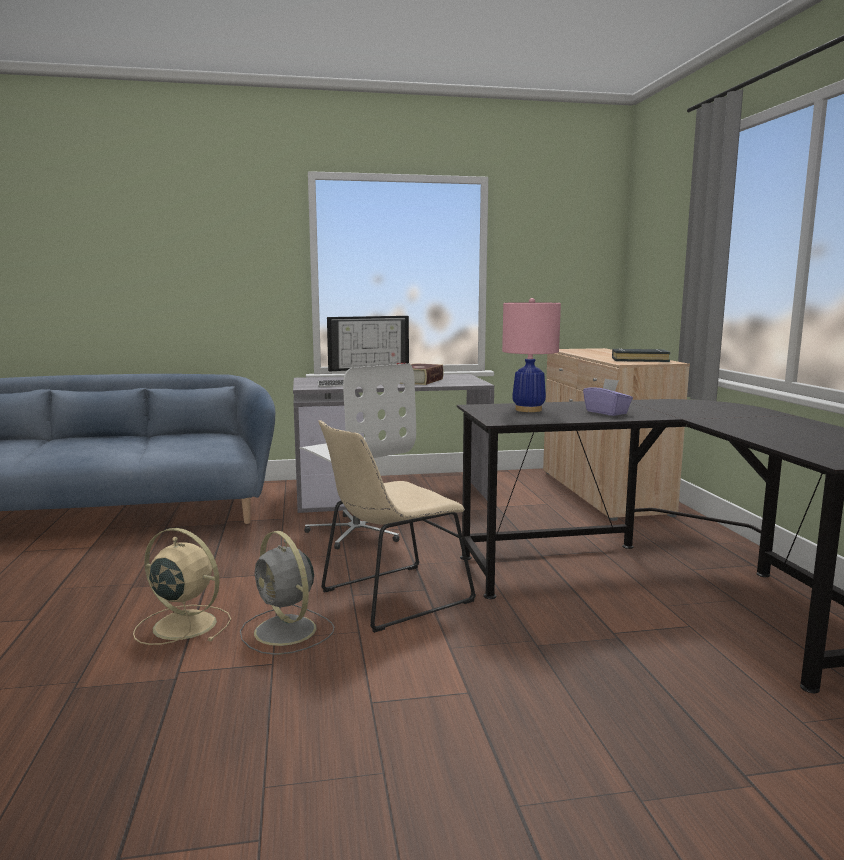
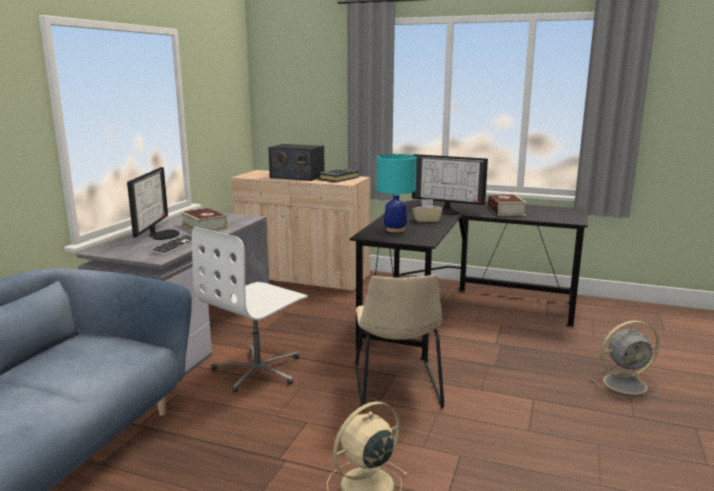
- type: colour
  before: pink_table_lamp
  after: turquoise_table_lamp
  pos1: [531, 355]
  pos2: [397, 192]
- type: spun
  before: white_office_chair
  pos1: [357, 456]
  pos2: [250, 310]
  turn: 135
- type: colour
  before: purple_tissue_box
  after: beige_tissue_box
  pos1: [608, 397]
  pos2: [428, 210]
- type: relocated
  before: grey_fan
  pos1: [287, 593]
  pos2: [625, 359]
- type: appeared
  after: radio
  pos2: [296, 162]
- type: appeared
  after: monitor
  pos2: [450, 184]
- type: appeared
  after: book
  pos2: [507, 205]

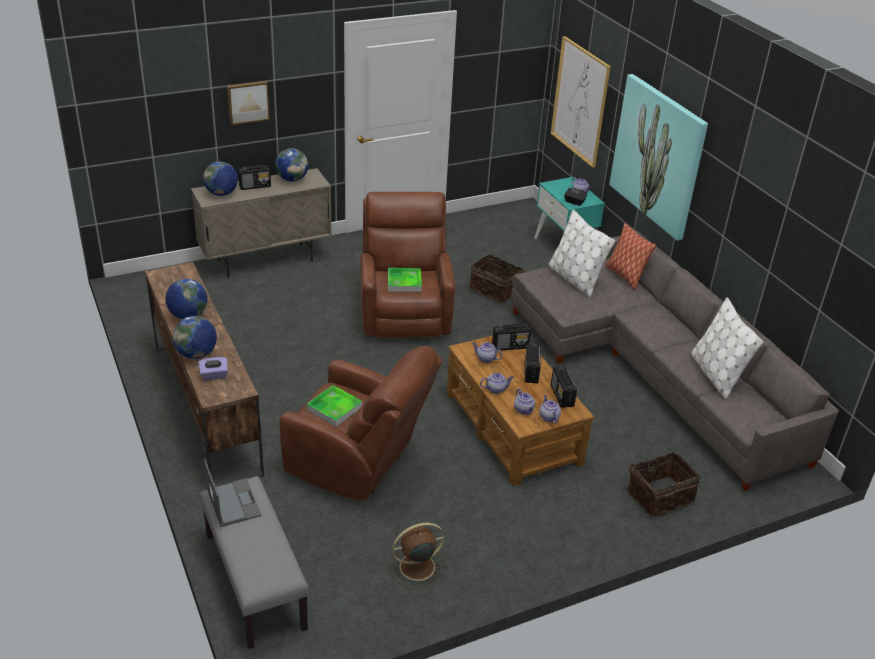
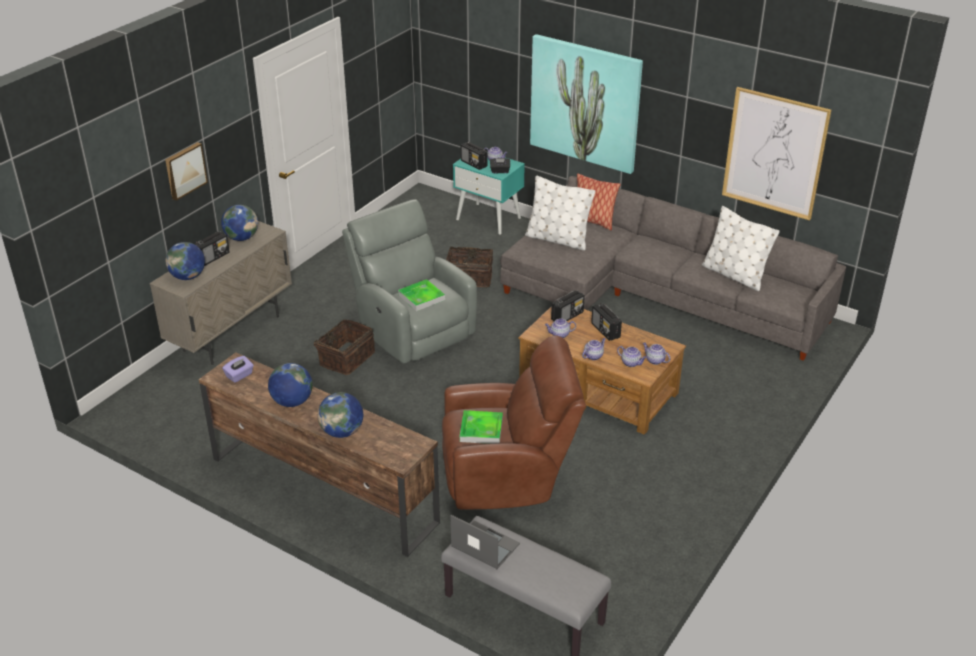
- type: relocated
  before: picture
  pos1: [581, 102]
  pos2: [776, 153]
- type: colour
  before: brown_armchair
  after: grey_armchair
  pos1: [407, 265]
  pos2: [409, 281]
- type: relocated
  before: purple_tissue_box
  pos1: [213, 368]
  pos2: [238, 369]
- type: relocated
  before: radio
  pos1: [564, 387]
  pos2: [474, 156]
- type: relocated
  before: basket
  pos1: [663, 484]
  pos2: [344, 347]
- type: missing
  before: brown_fan
  pos1: [418, 556]

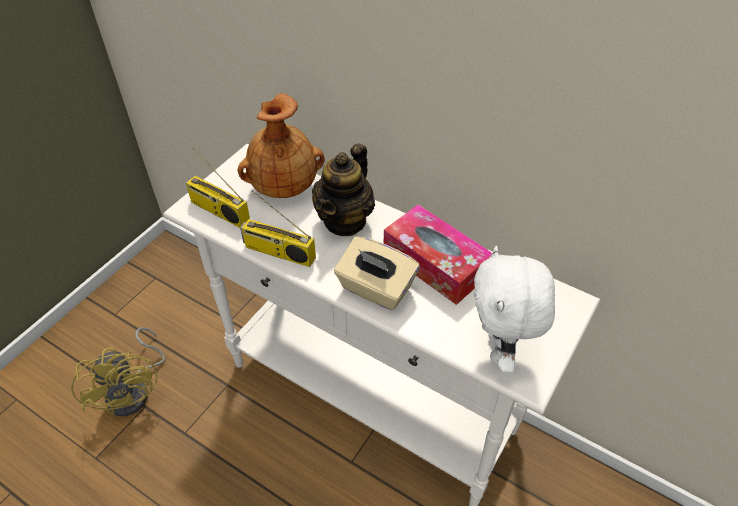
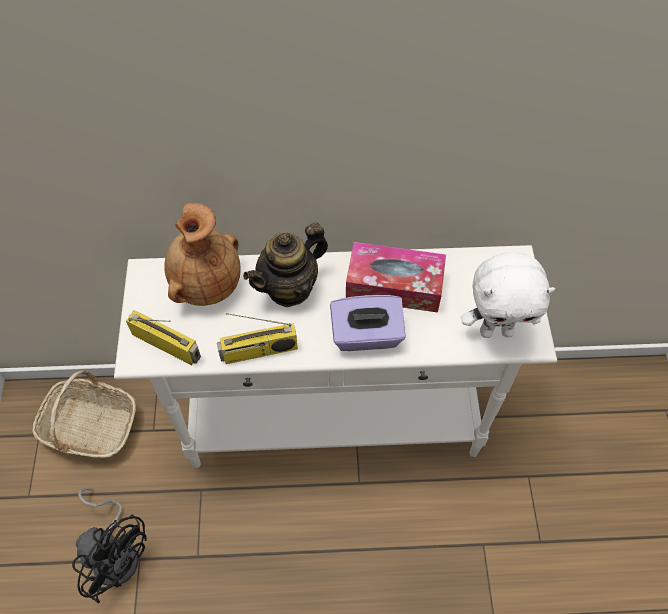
- type: spun
  before: teapot
  pos1: [343, 189]
  pos2: [285, 265]
  turn: 60
- type: spun
  before: radio
  pos1: [218, 188]
  pos2: [163, 337]
  turn: -150
- type: colour
  before: beige_tissue_box
  after: purple_tissue_box
  pos1: [377, 273]
  pos2: [368, 323]
- type: spun
  before: white_plush_toy
  pos1: [514, 309]
  pos2: [508, 295]
  turn: -60
- type: colour
  before: yellow_fan
  after: black_fan
  pos1: [118, 371]
  pos2: [109, 545]
- type: appeared
  after: basket
  pos2: [84, 414]

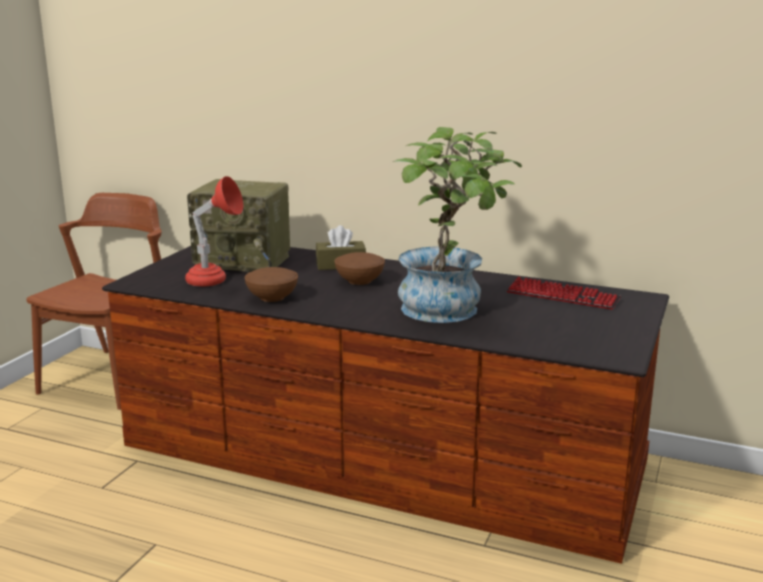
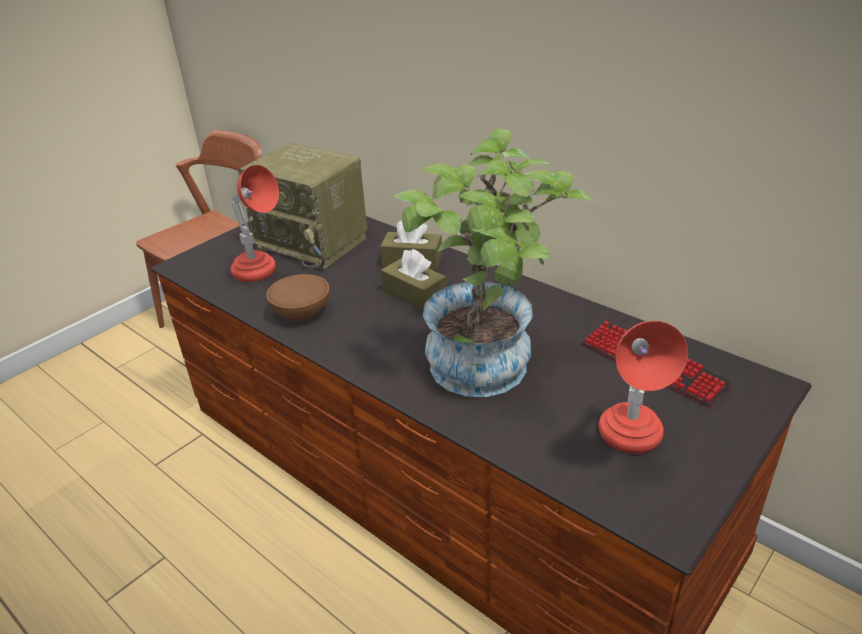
- type: exchanged
  before: brown_bowl
  after: brown_tissue_box
  pos1: [360, 268]
  pos2: [414, 280]
- type: appeared
  after: red_table_lamp
  pos2: [643, 387]

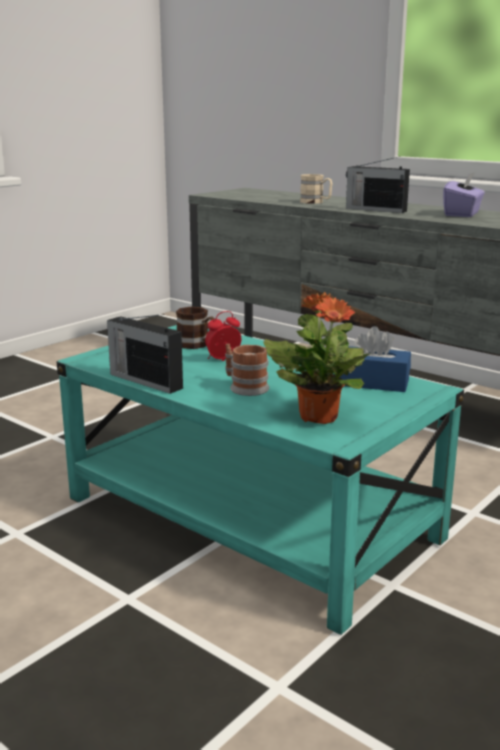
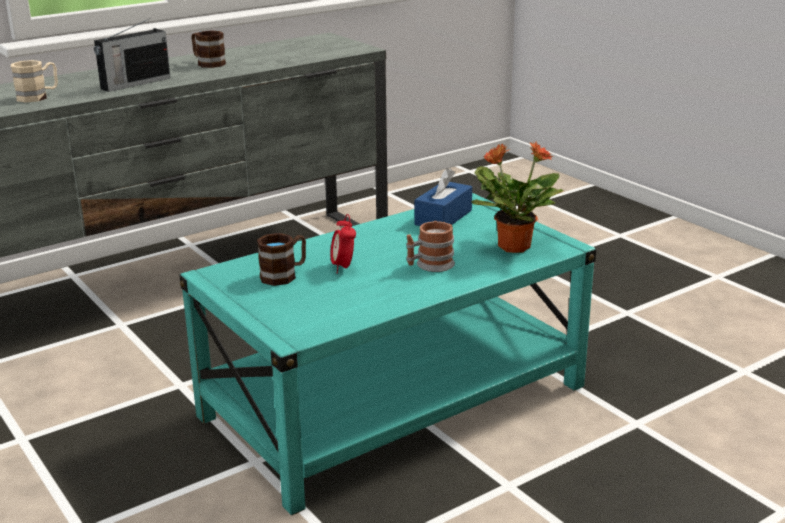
- type: exchanged
  before: purple_tissue_box
  after: brown_mug
  pos1: [464, 194]
  pos2: [208, 49]
- type: missing
  before: radio
  pos1: [145, 354]

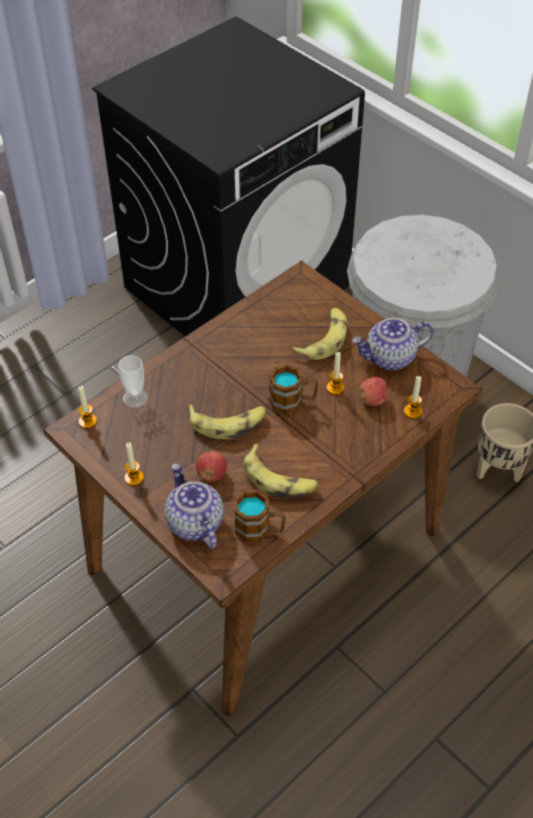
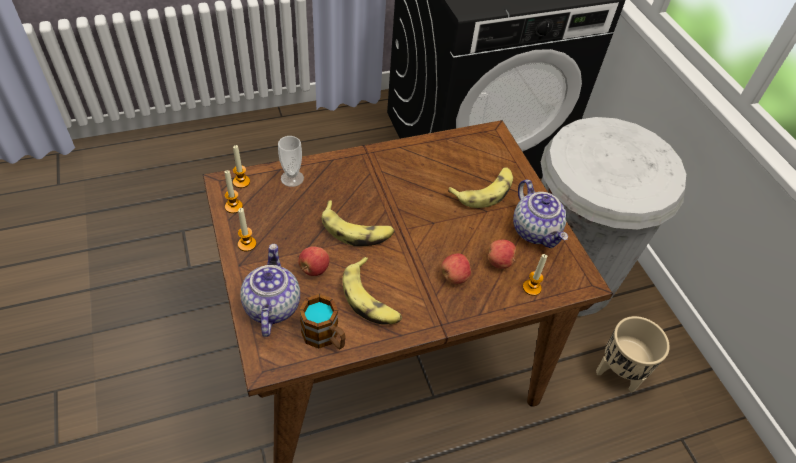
- type: spun
  before: teapot
  pos1: [392, 344]
  pos2: [540, 214]
  turn: -120
- type: relocated
  before: candle
  pos1: [335, 373]
  pos2: [234, 191]
- type: missing
  before: mug
  pos1: [293, 389]
- type: appeared
  after: apple
  pos2: [456, 268]

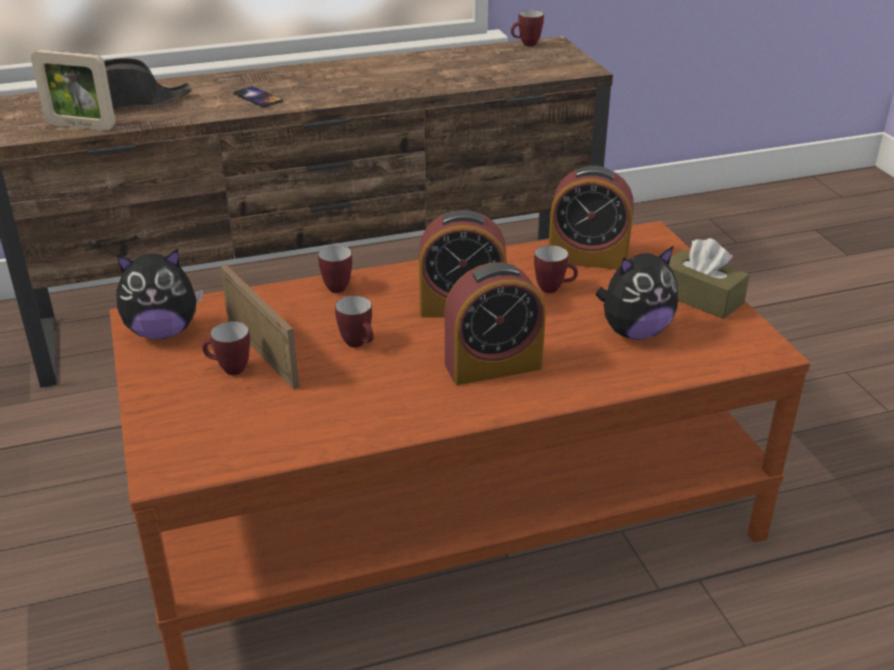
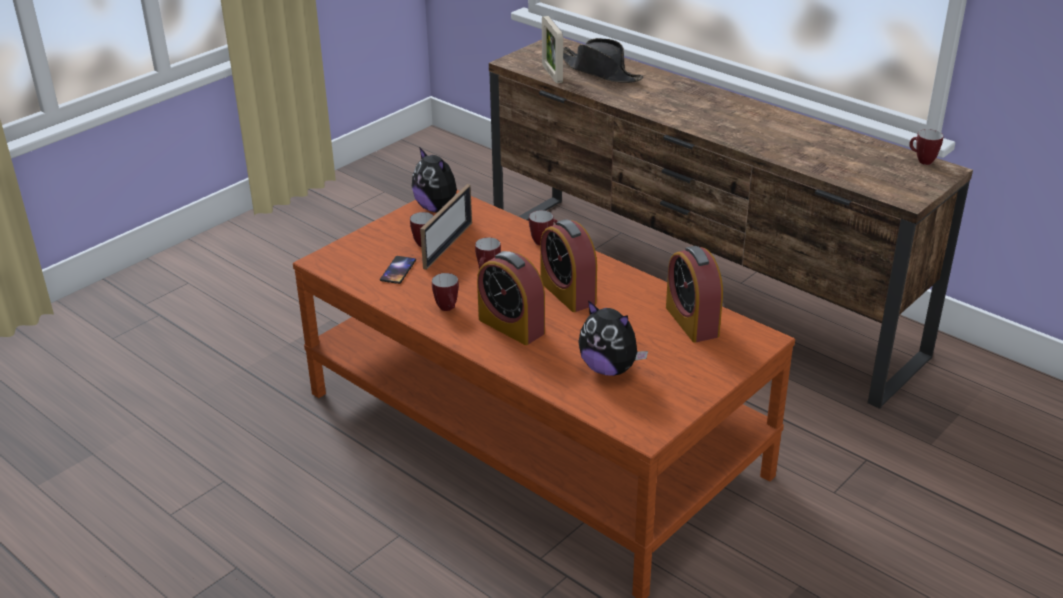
- type: relocated
  before: phone
  pos1: [258, 97]
  pos2: [398, 270]
- type: missing
  before: brown_tissue_box
  pos1: [709, 278]
- type: relocated
  before: mug
  pos1: [556, 269]
  pos2: [445, 292]

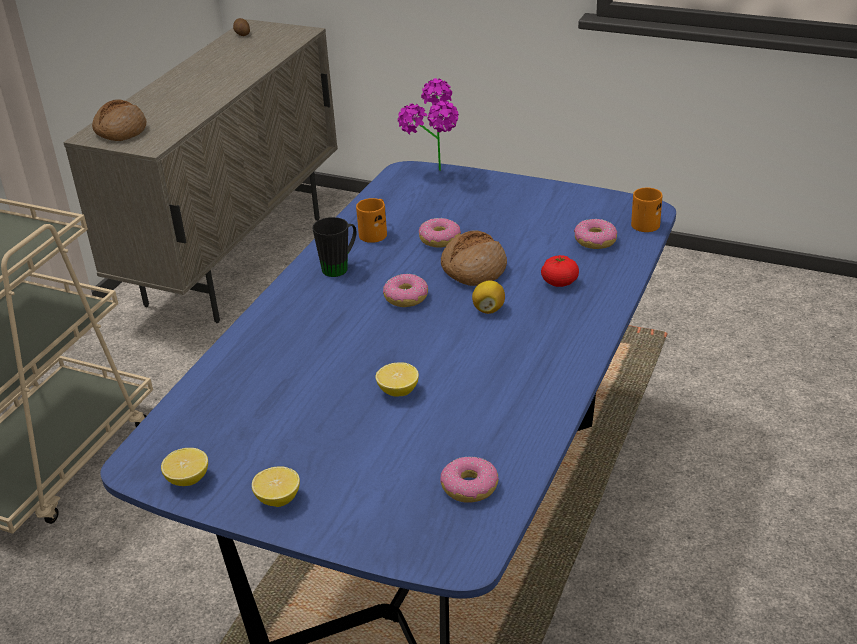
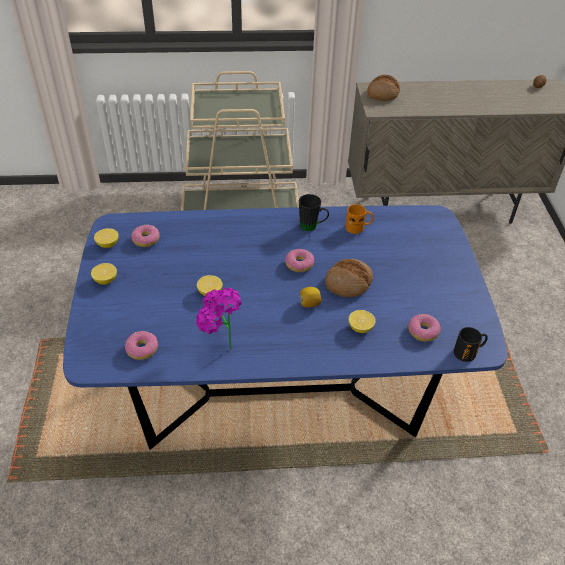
- type: relocated
  before: potted_plant
  pos1: [428, 124]
  pos2: [218, 318]
- type: colour
  before: orange_mug
  after: black_mug
  pos1: [646, 209]
  pos2: [471, 344]
- type: relocated
  before: donut
  pos1: [440, 233]
  pos2: [145, 235]
- type: exchanged
  before: tomato
  after: lemon
  pos1: [560, 271]
  pos2: [362, 321]

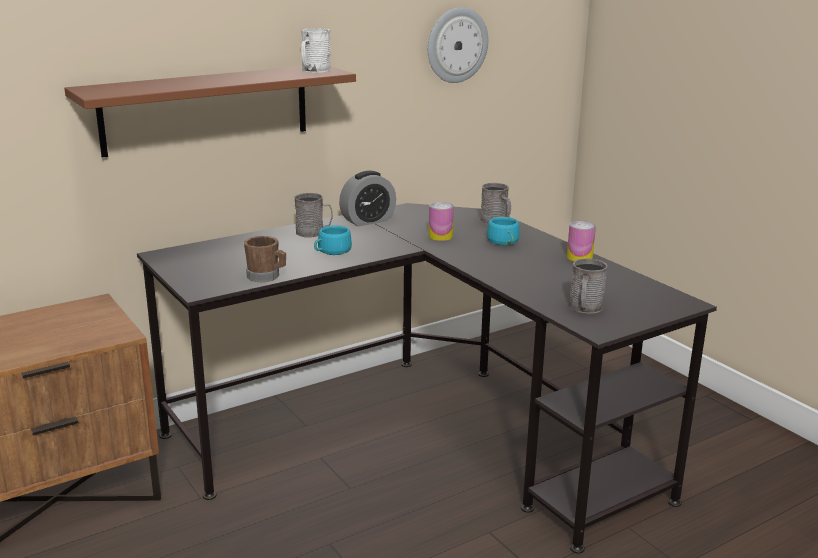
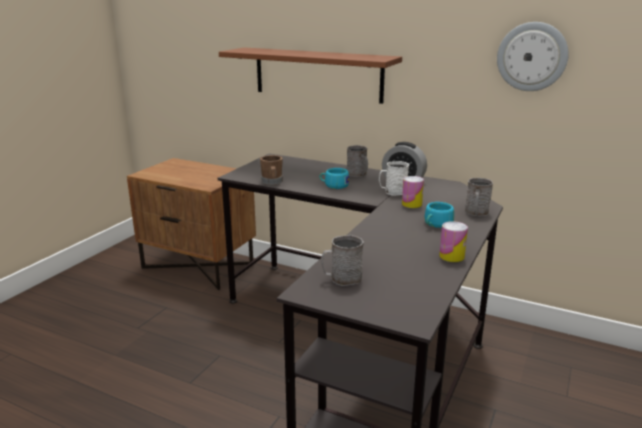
- type: relocated
  before: white_mug
  pos1: [316, 50]
  pos2: [394, 178]

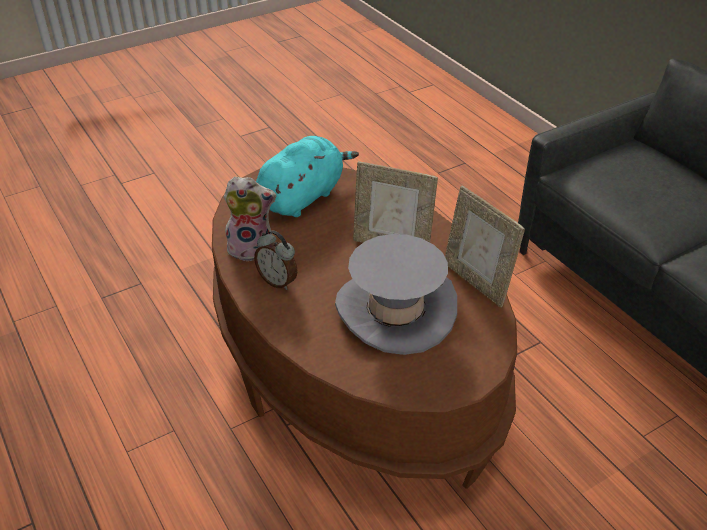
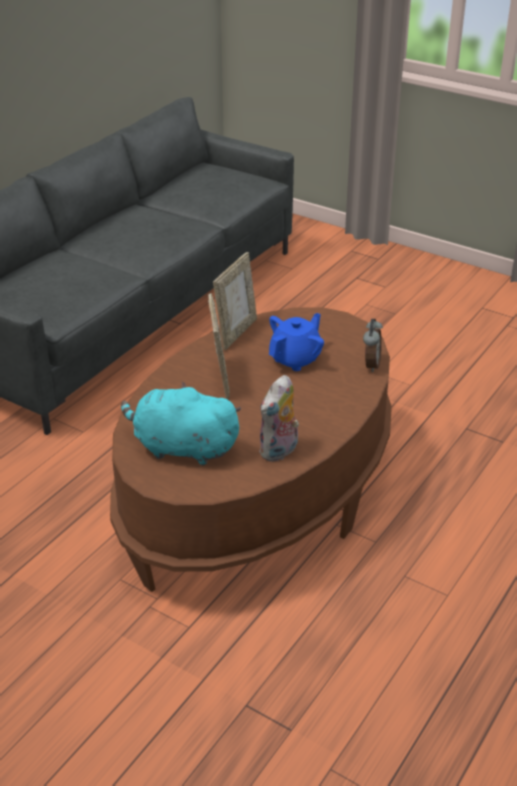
- type: spun
  before: plush_toy
  pos1: [250, 219]
  pos2: [279, 418]
  turn: -120
- type: relocated
  before: alarm_clock
  pos1: [276, 260]
  pos2: [373, 345]
- type: exchanged
  before: grey_hat
  after: blue_teapot
  pos1: [396, 294]
  pos2: [296, 342]

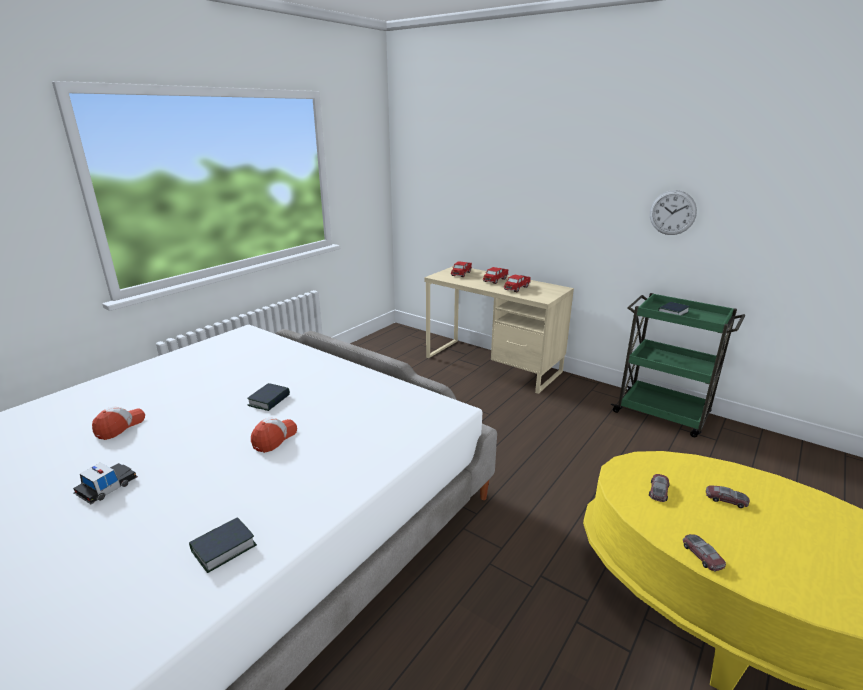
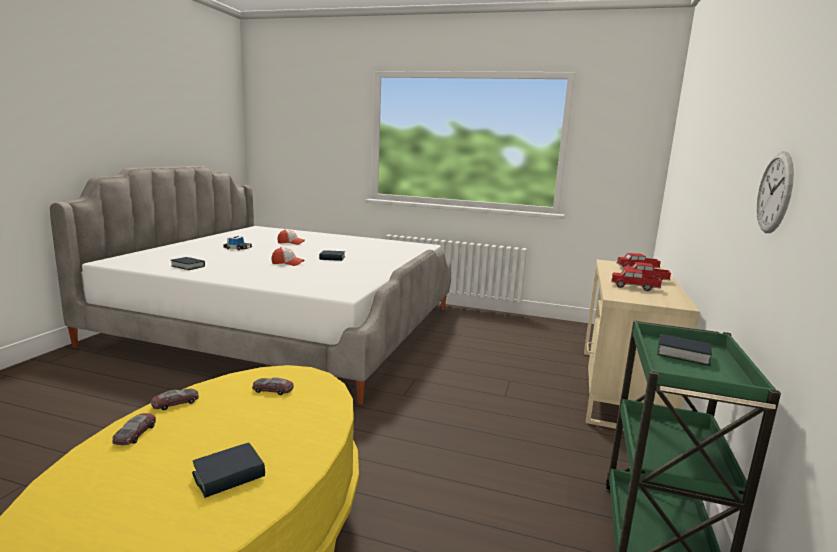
- type: relocated
  before: toy_car
  pos1: [728, 496]
  pos2: [134, 429]
- type: appeared
  after: book
  pos2: [228, 470]

